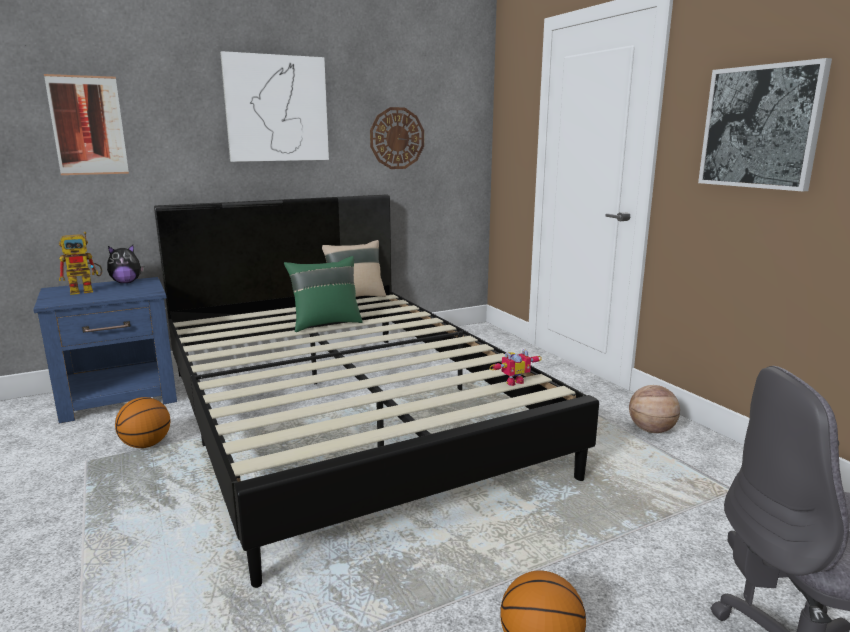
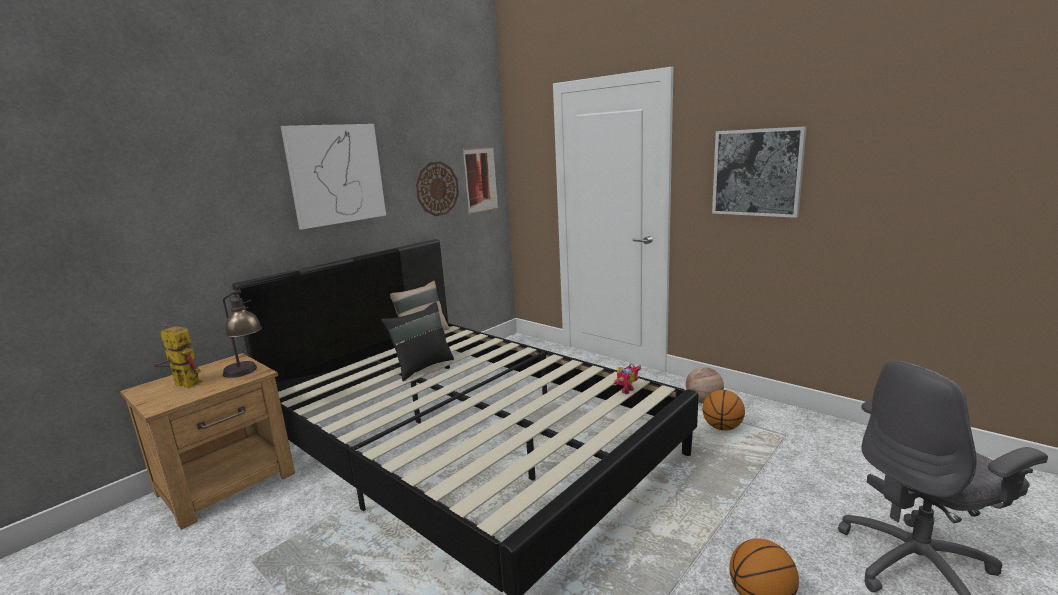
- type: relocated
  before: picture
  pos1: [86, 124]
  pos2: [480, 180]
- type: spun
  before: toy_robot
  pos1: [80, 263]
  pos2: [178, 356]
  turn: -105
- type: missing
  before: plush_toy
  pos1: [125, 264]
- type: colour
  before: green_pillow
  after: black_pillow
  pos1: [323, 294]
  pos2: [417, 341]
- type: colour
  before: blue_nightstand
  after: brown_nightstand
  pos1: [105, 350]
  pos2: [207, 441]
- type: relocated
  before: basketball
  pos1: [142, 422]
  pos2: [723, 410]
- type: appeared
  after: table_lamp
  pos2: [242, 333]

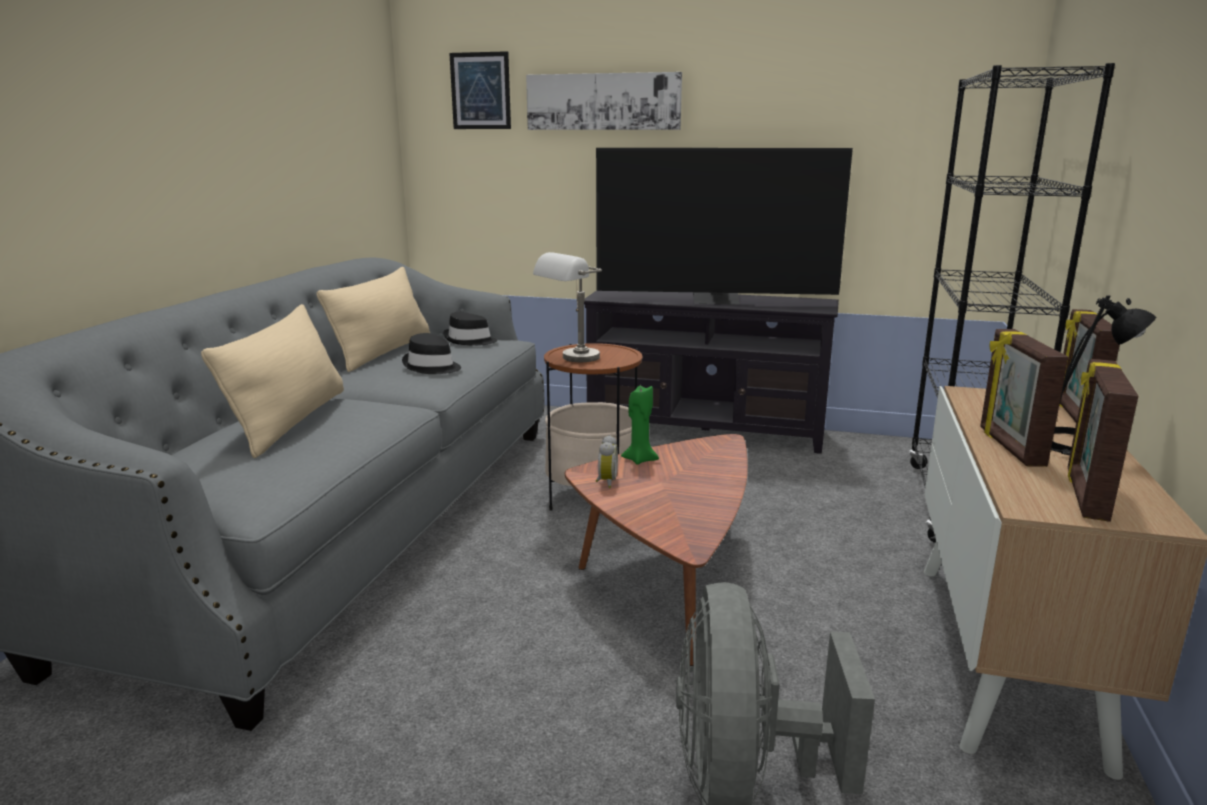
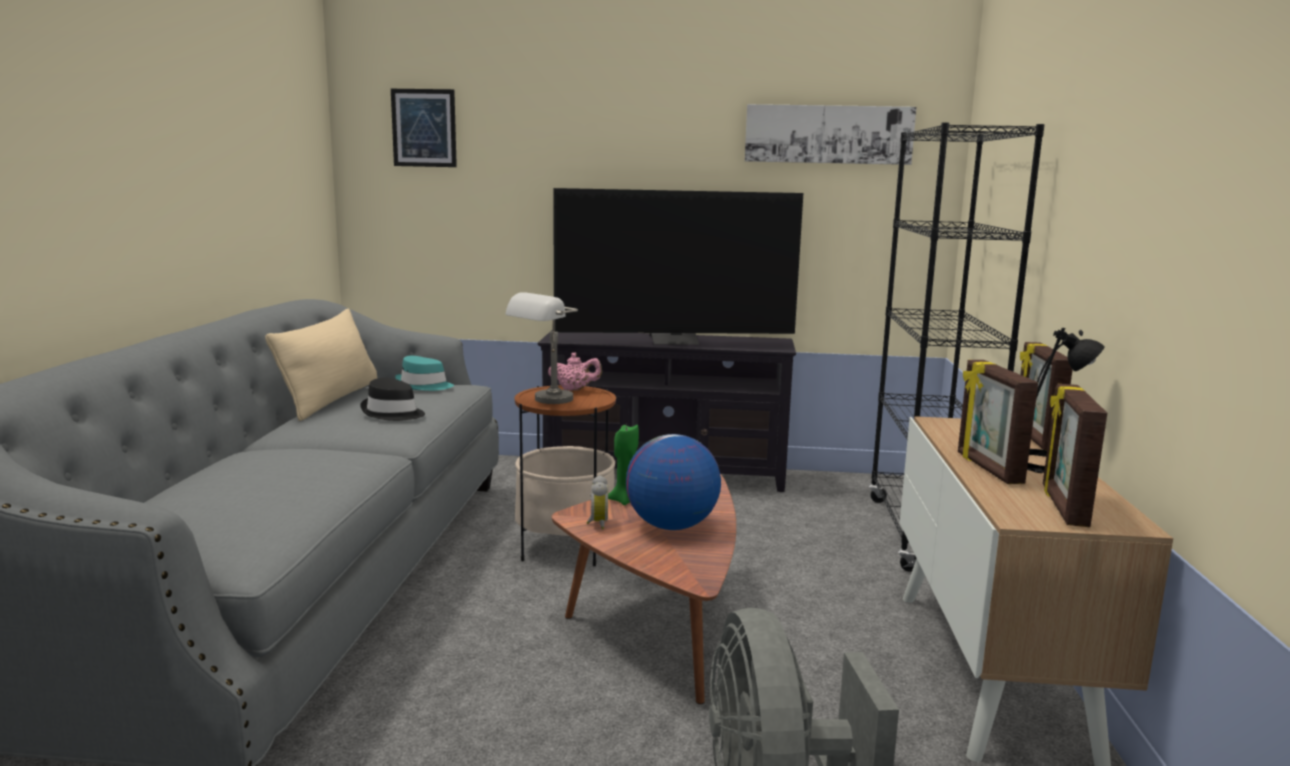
- type: relocated
  before: picture
  pos1: [604, 101]
  pos2: [831, 134]
- type: missing
  before: beige_pillow
  pos1: [272, 381]
- type: colour
  before: black_hat
  after: turquoise_hat
  pos1: [470, 329]
  pos2: [424, 373]
- type: appeared
  after: pink_teapot
  pos2: [575, 371]
- type: appeared
  after: globe
  pos2: [673, 482]

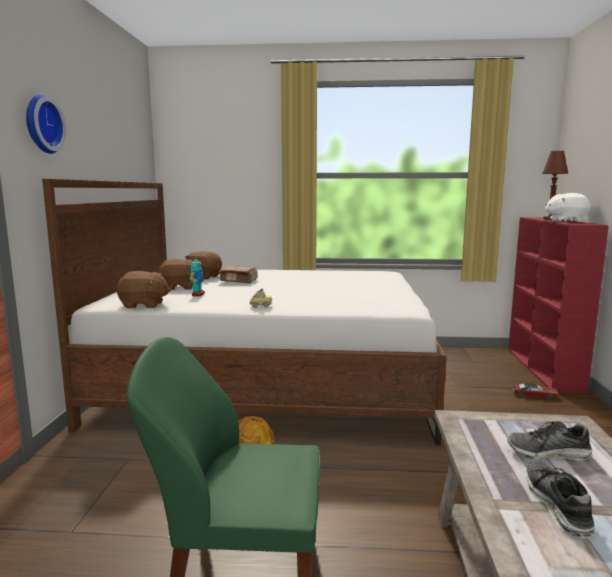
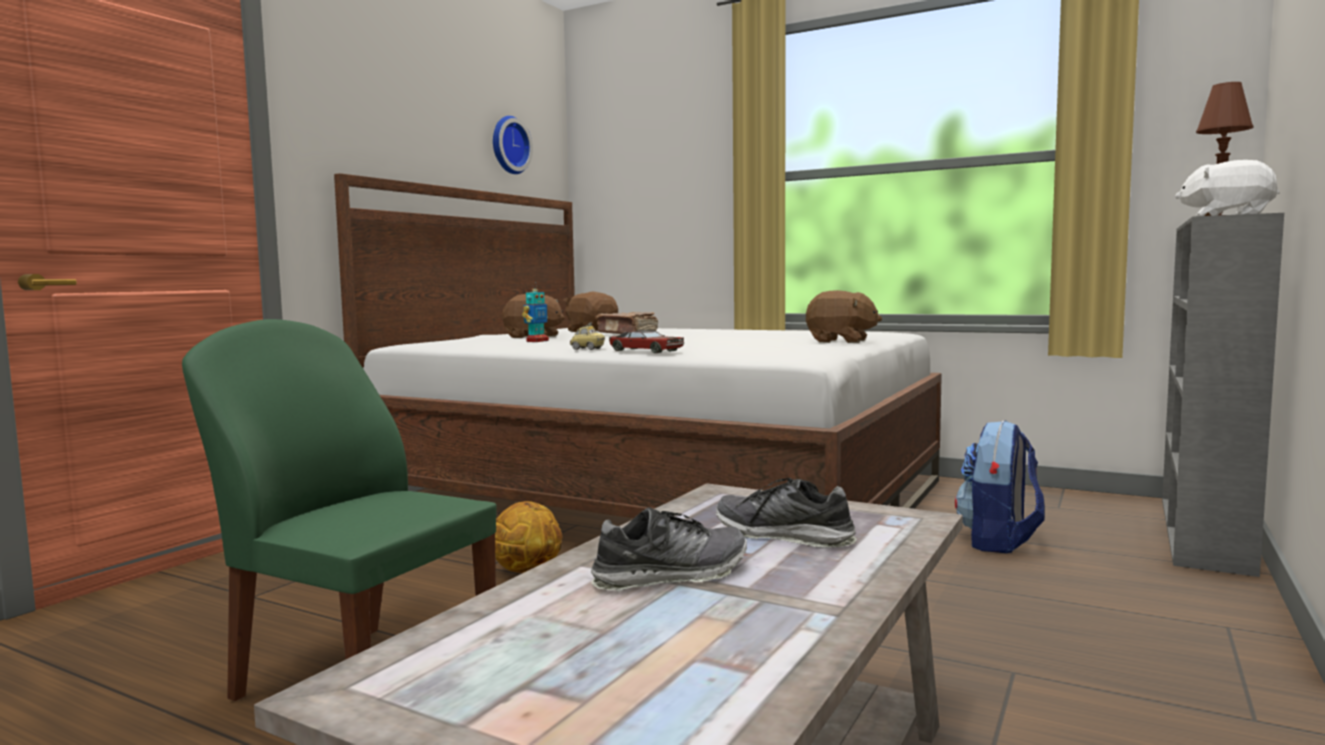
- type: relocated
  before: wall_clock
  pos1: [46, 124]
  pos2: [513, 145]
- type: colour
  before: red_bookcase
  after: grey_bookcase
  pos1: [558, 305]
  pos2: [1223, 395]
- type: relocated
  before: brown_plush_toy
  pos1: [144, 290]
  pos2: [844, 316]
- type: relocated
  before: toy_car
  pos1: [535, 391]
  pos2: [646, 341]
- type: spun
  before: shoe
  pos1: [561, 499]
  pos2: [669, 549]
  turn: 45
- type: appeared
  after: backpack
  pos2: [1000, 486]

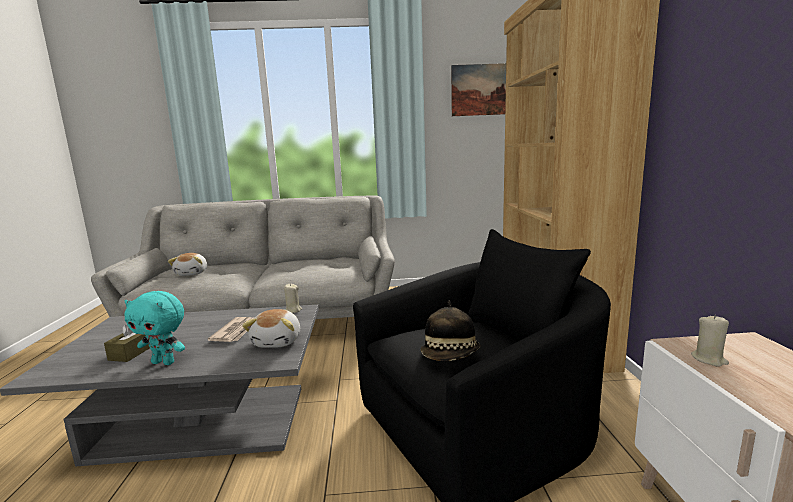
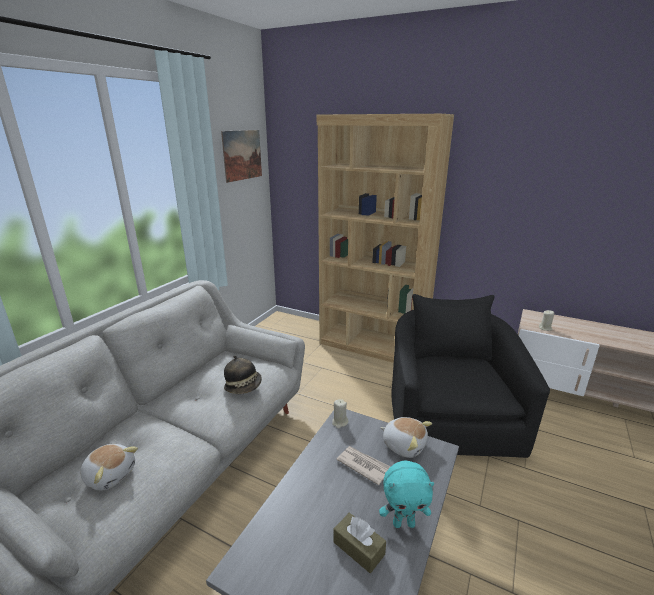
- type: spun
  before: turquoise_plush_toy
  pos1: [154, 328]
  pos2: [406, 494]
  turn: 45
- type: relocated
  before: hat
  pos1: [450, 331]
  pos2: [243, 374]

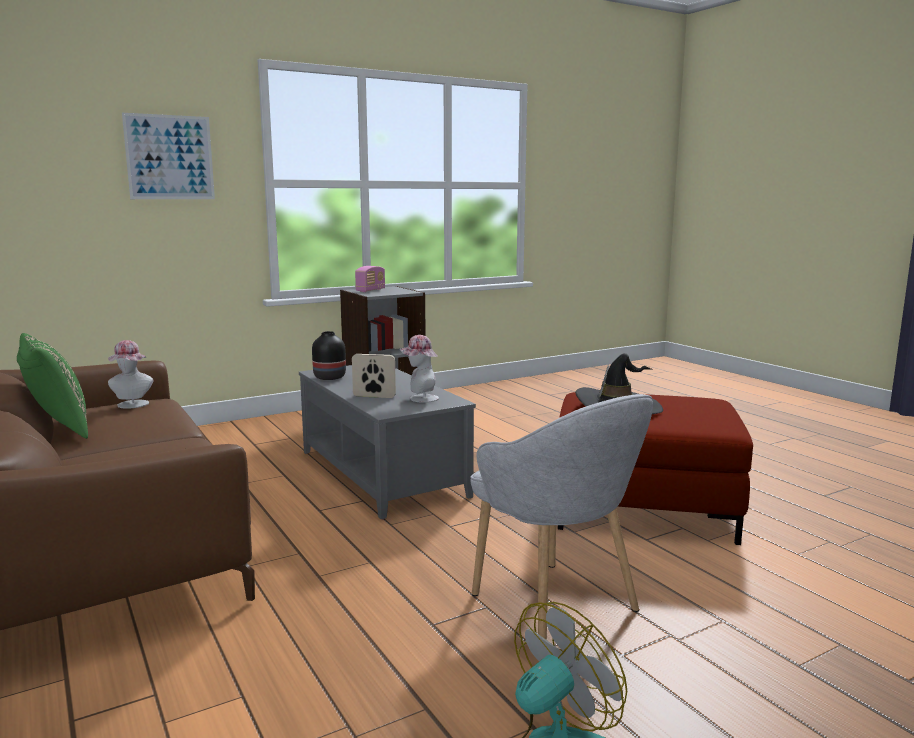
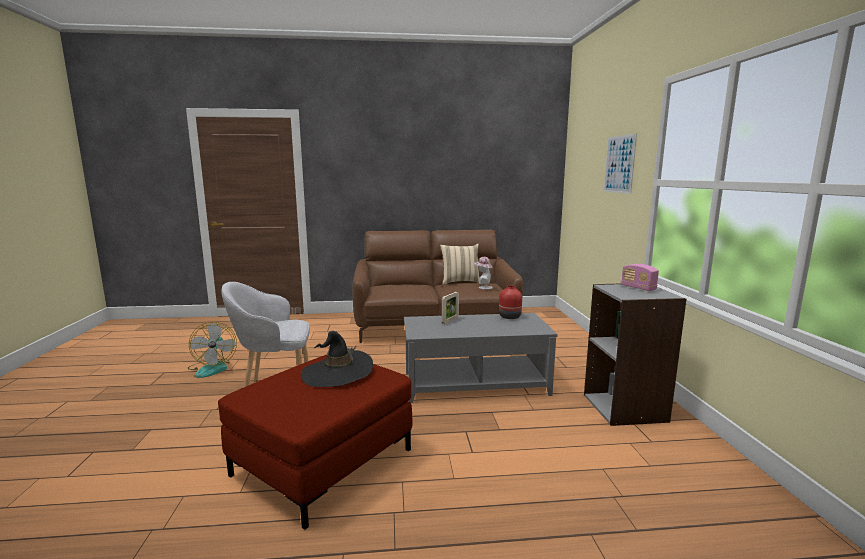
- type: colour
  before: black_vase
  after: red_vase
  pos1: [329, 355]
  pos2: [510, 302]
- type: colour
  before: green_pillow
  after: beige_pillow
  pos1: [52, 386]
  pos2: [460, 264]
- type: missing
  before: hat
  pos1: [419, 369]

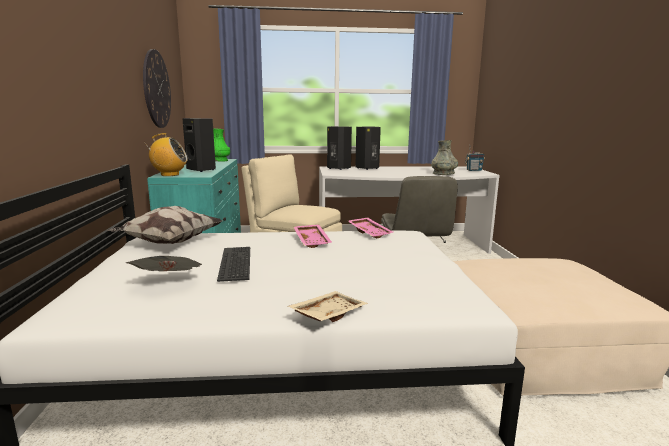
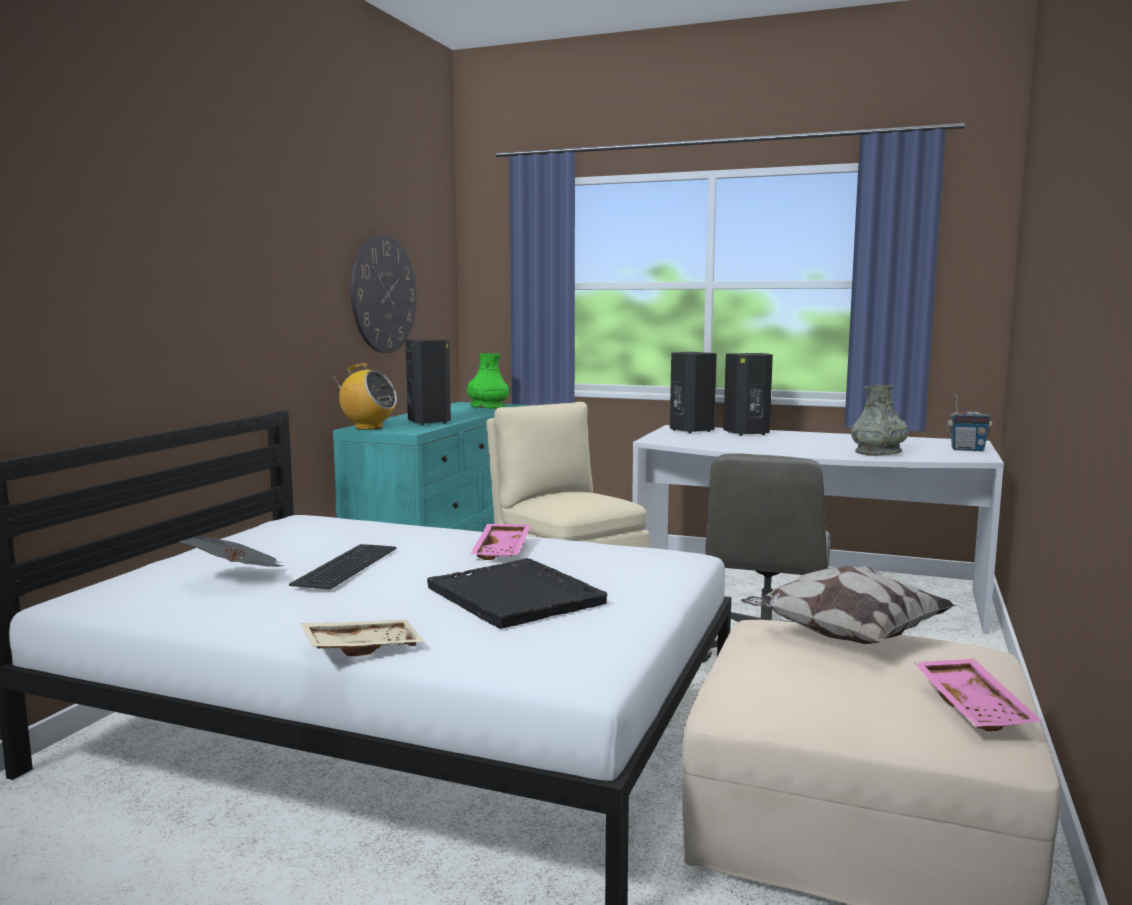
- type: relocated
  before: pillow
  pos1: [164, 225]
  pos2: [848, 605]
- type: relocated
  before: pink_tray
  pos1: [370, 228]
  pos2: [978, 695]
- type: appeared
  after: black_tray
  pos2: [517, 593]

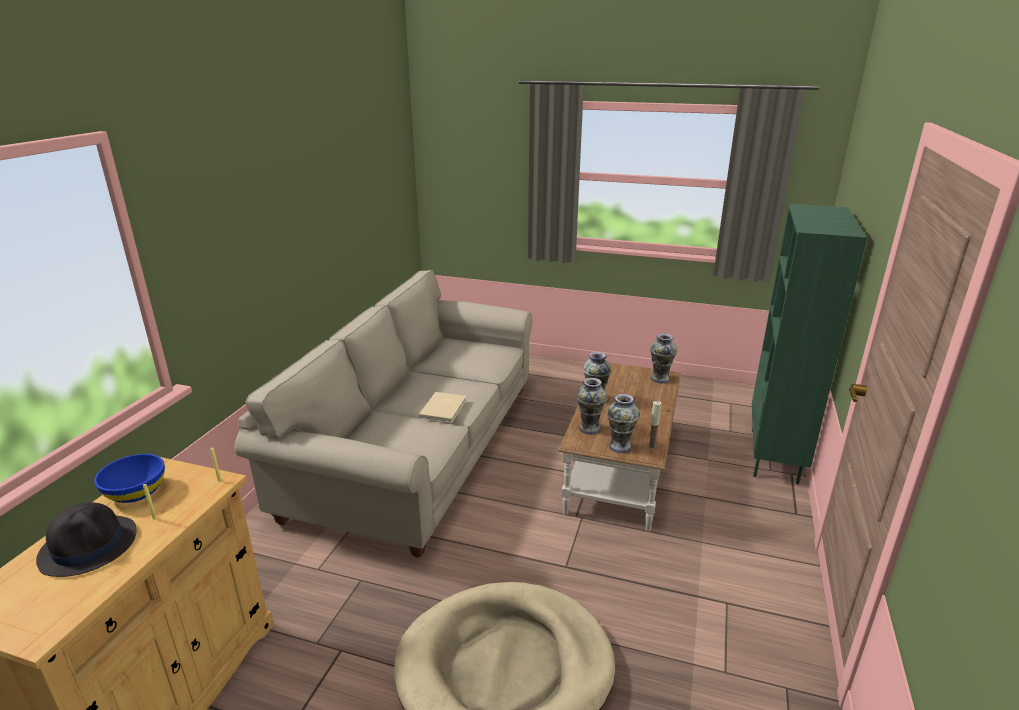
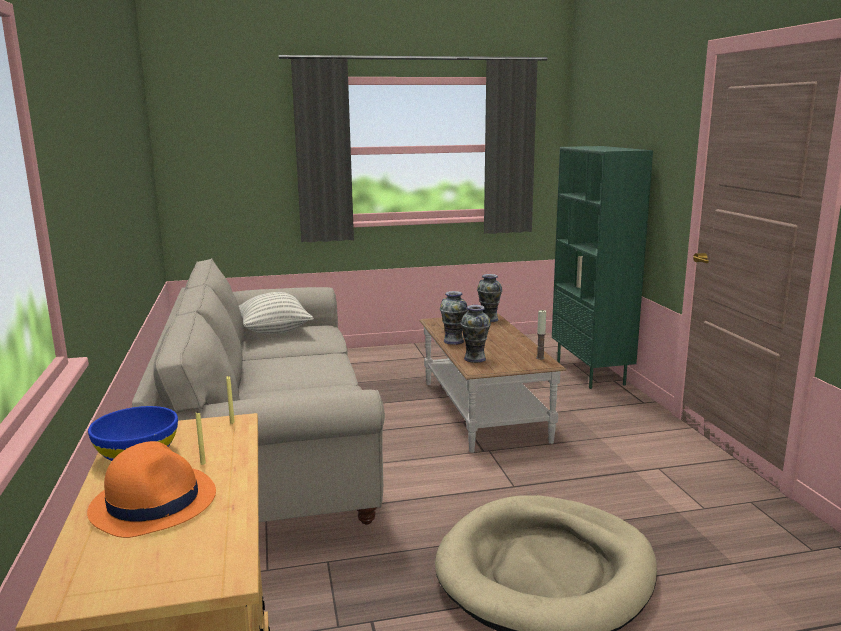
- type: missing
  before: beige_book
  pos1: [442, 407]
- type: missing
  before: vase
  pos1: [623, 423]
- type: colour
  before: black_hat
  after: orange_hat
  pos1: [86, 539]
  pos2: [151, 489]
- type: appeared
  after: pillow
  pos2: [276, 313]

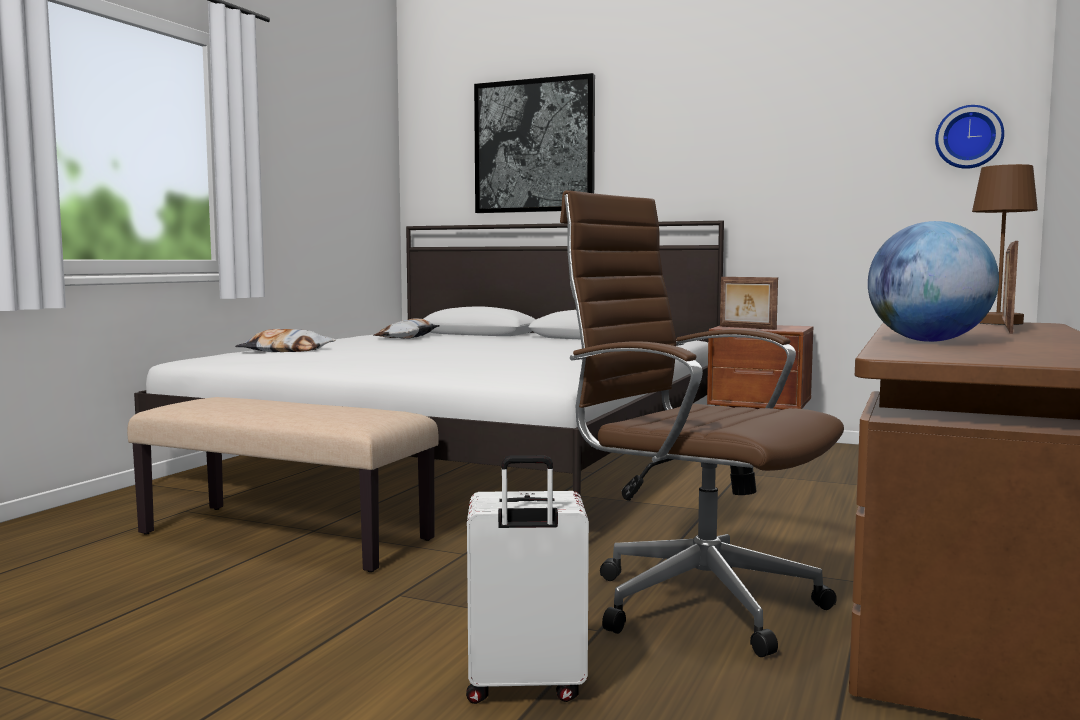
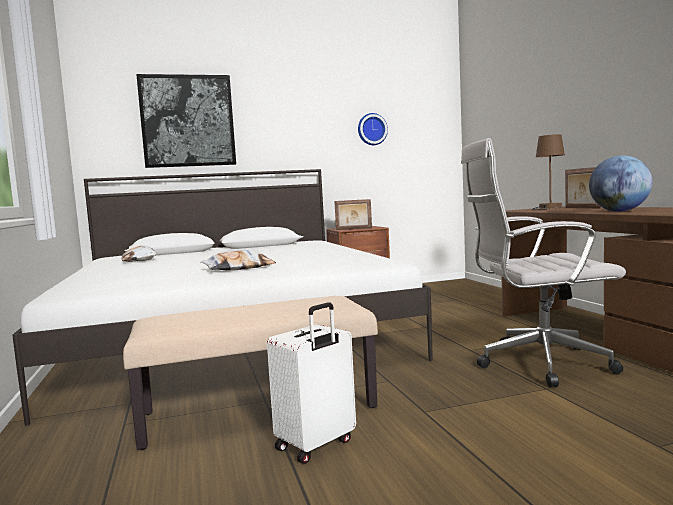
- type: relocated
  before: wall_clock
  pos1: [969, 137]
  pos2: [373, 129]
- type: colour
  before: brown_office_chair
  after: white_office_chair
  pos1: [702, 423]
  pos2: [543, 262]
- type: relocated
  before: pillow
  pos1: [285, 340]
  pos2: [238, 260]
- type: relocated
  before: white_suitcase
  pos1: [527, 579]
  pos2: [311, 383]

